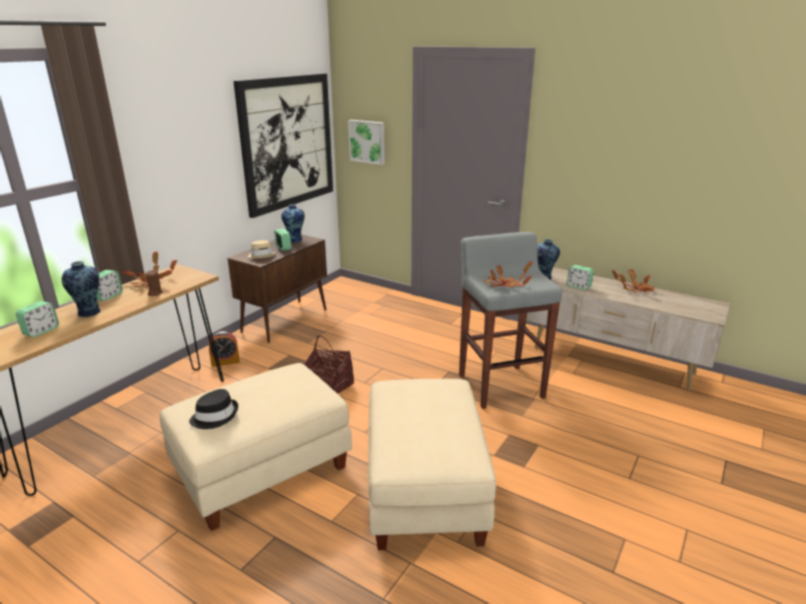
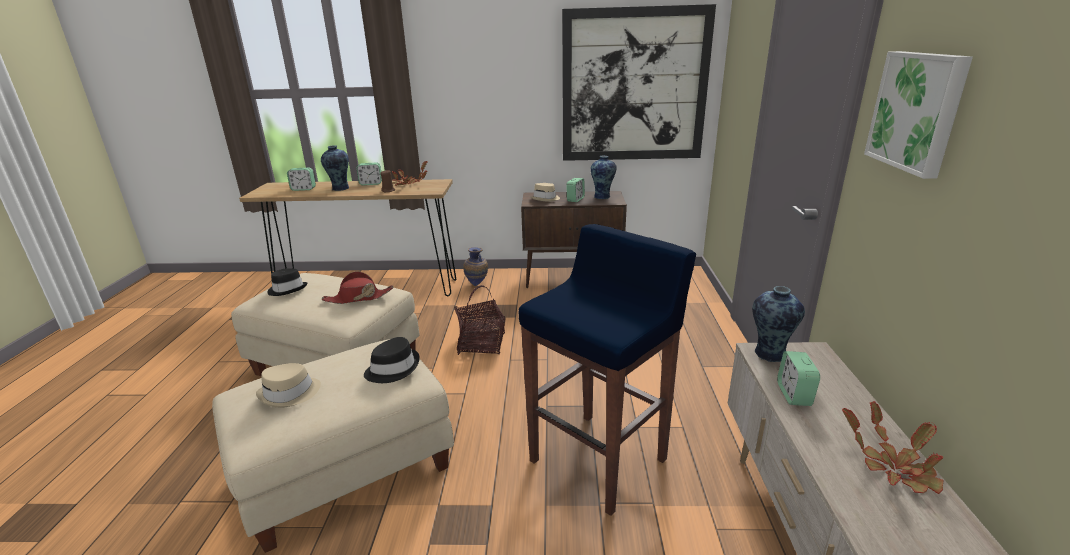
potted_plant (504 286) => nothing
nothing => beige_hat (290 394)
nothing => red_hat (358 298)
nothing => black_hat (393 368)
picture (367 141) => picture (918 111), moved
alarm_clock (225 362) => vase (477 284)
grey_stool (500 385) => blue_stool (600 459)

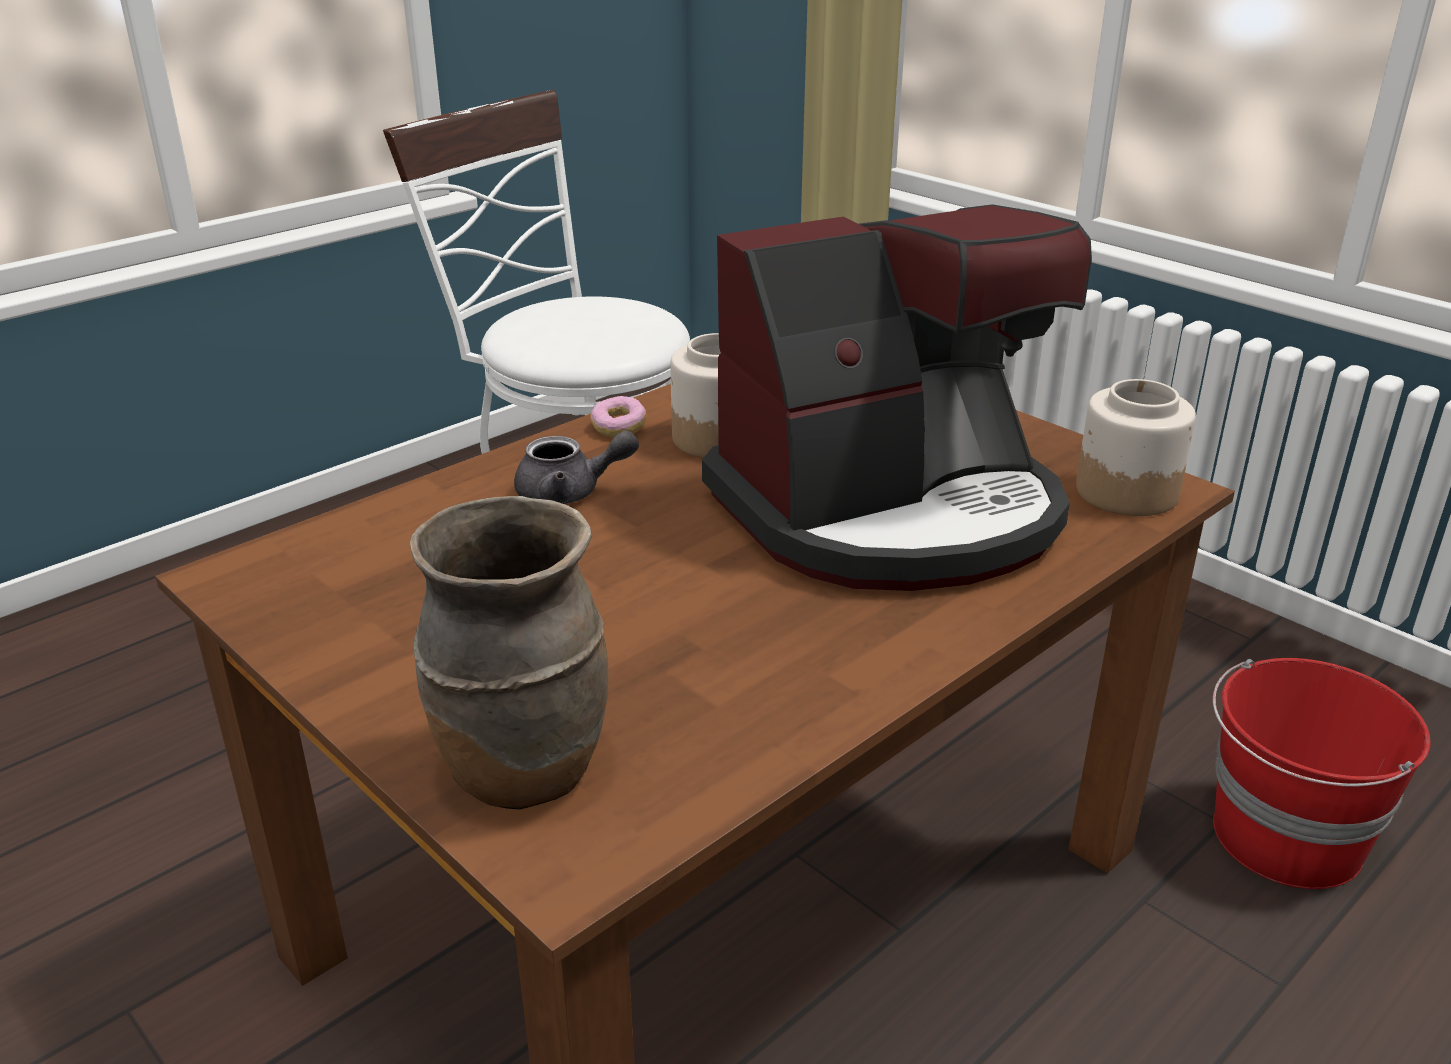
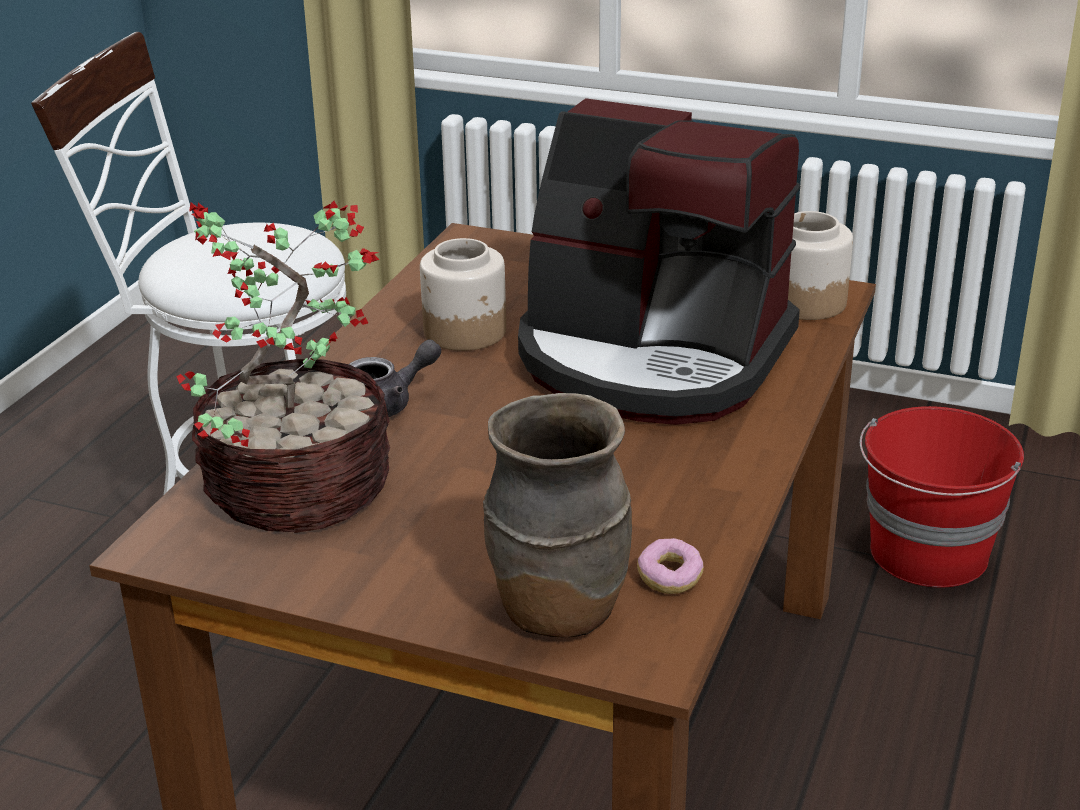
nothing => potted_plant (294 491)
donut (618 428) => donut (669 578), moved
coffee_machine (891 512) => coffee_machine (652 358), 75 degrees clockwise

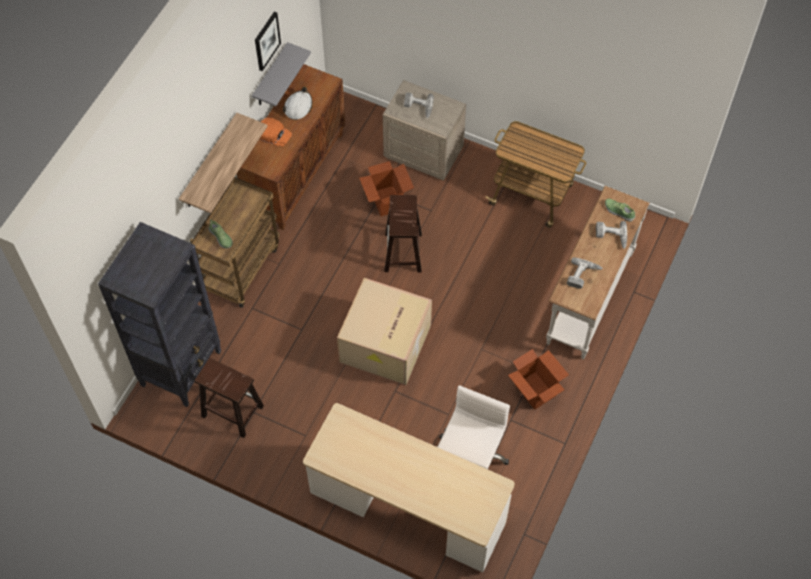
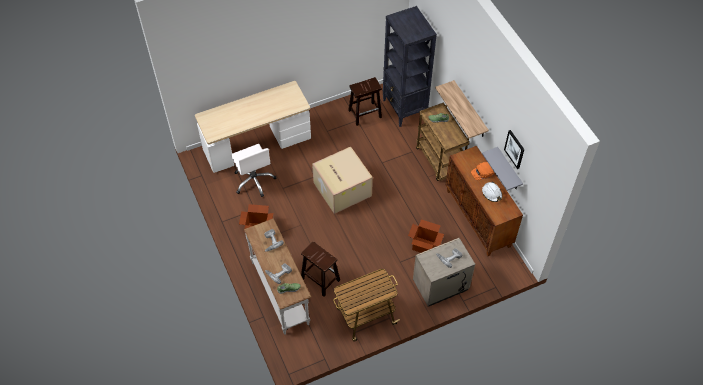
brown_stool (403 253) => brown_stool (319 279), moved

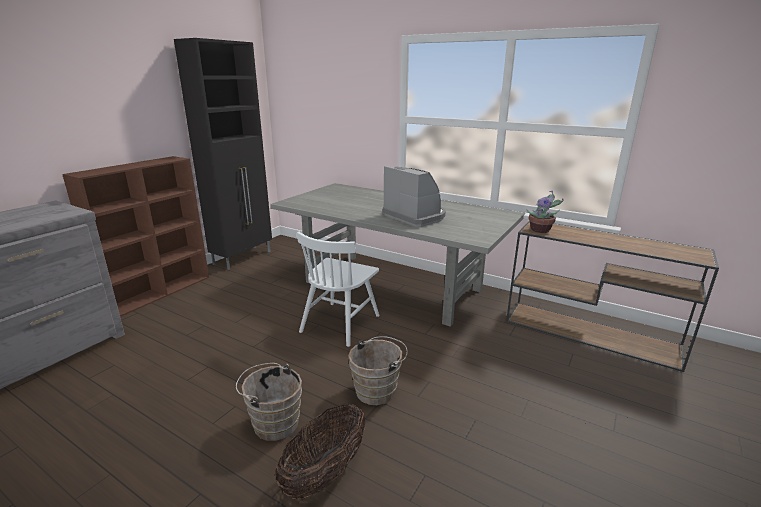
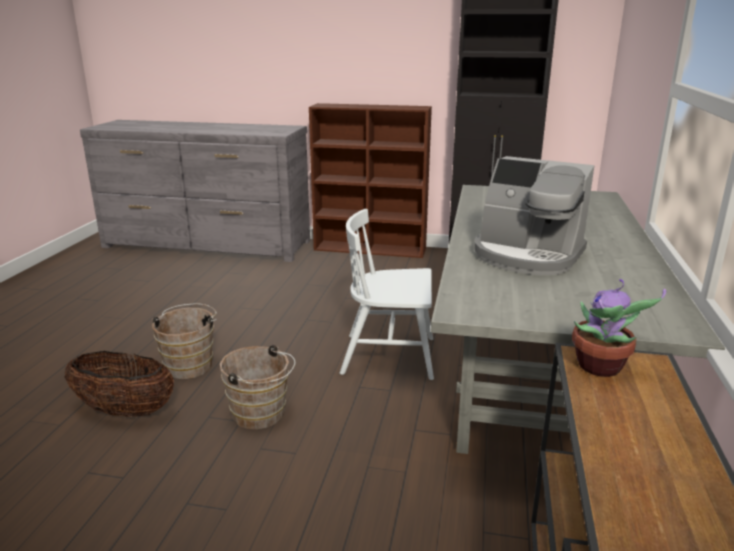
coffee_machine (415 216) => coffee_machine (527 256), 90 degrees clockwise

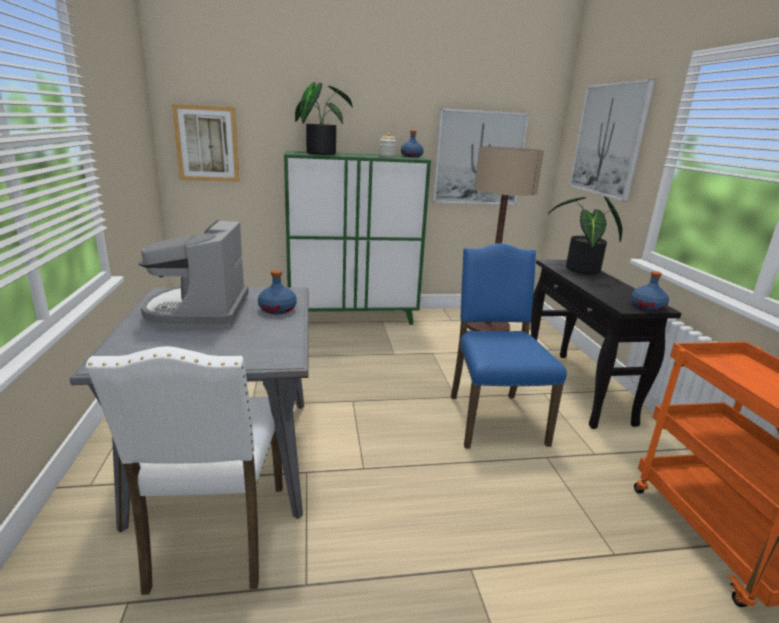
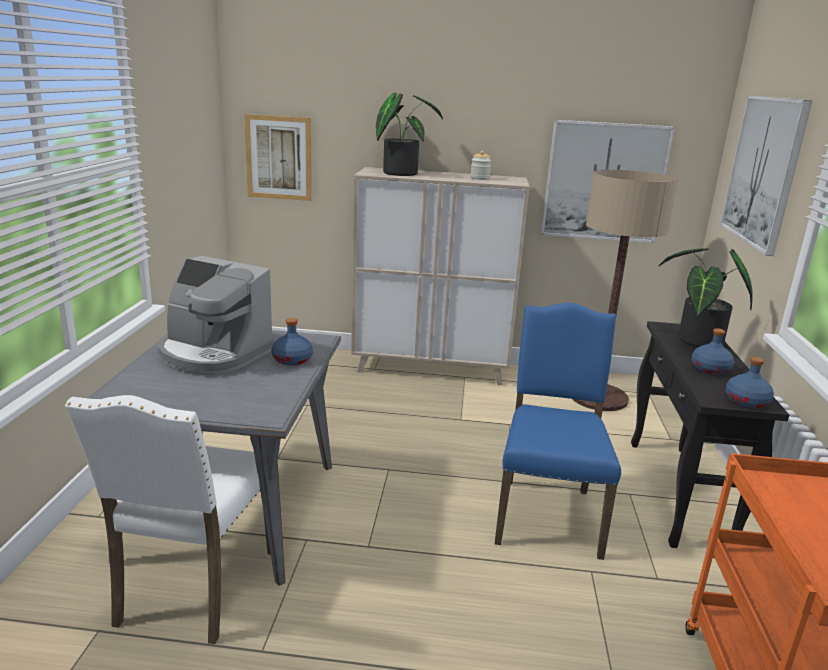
blue_bottle (411 156) => blue_bottle (710 369), moved
green_cabinet (353 317) => beige_cabinet (431 368)
coffee_machine (199 311) => coffee_machine (213 354), 75 degrees counterclockwise

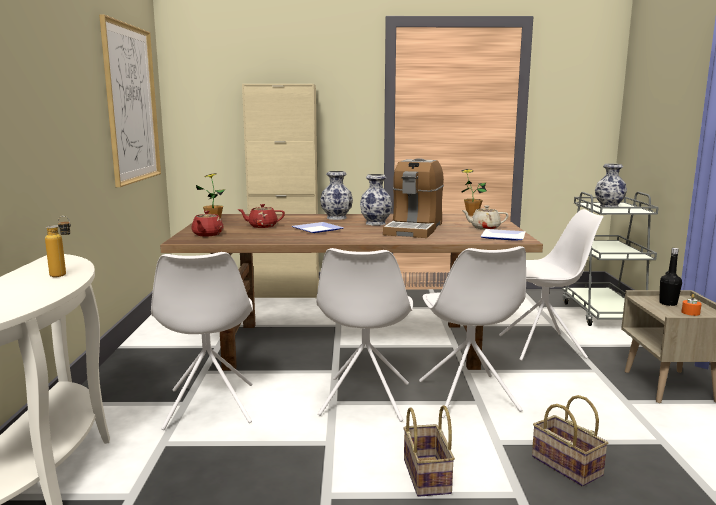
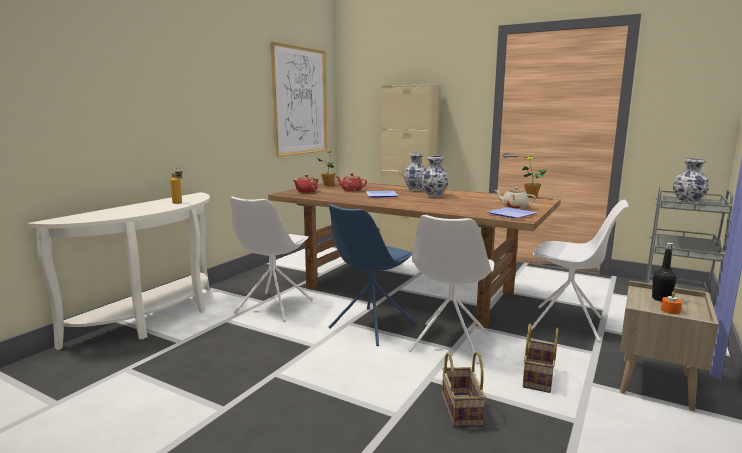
coffee_machine (414 229) => nothing
basket (428 477) => basket (539 379), moved
white_chair (364 400) => blue_chair (371 327)

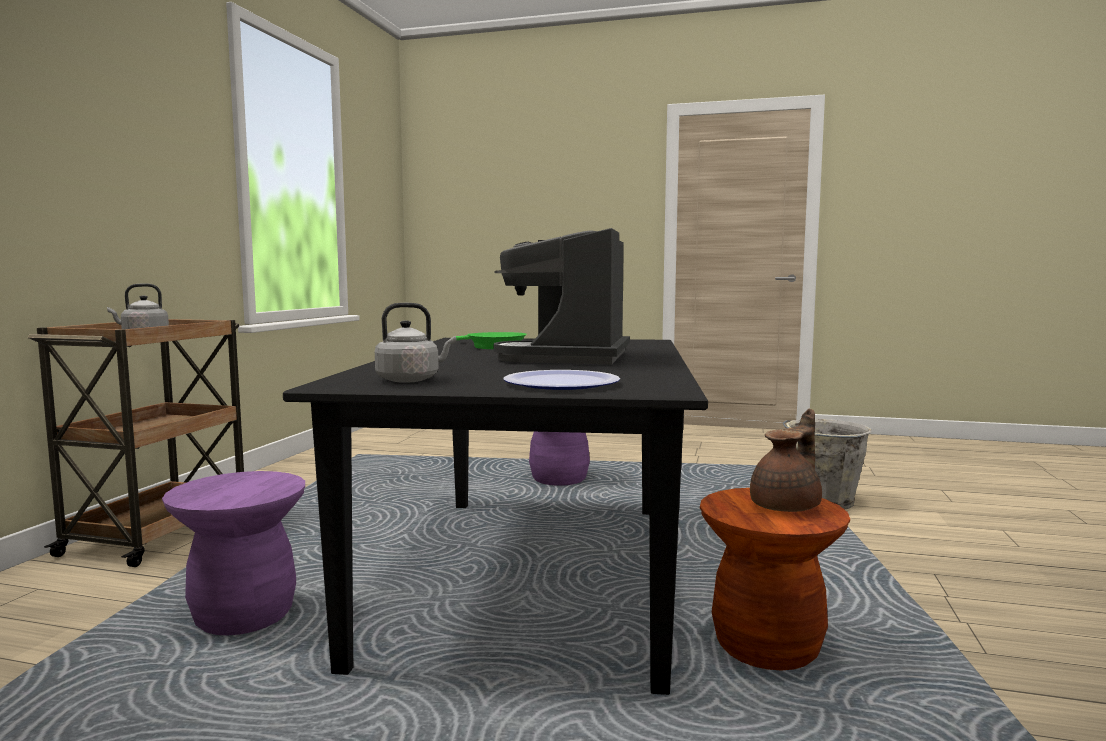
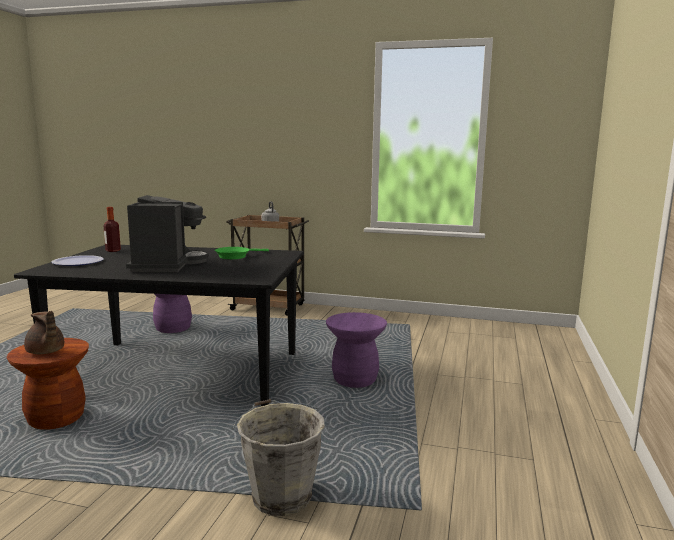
grey_kettle (411 380) => bottle (113 250)
coffee_machine (572 357) => coffee_machine (167 265), 75 degrees clockwise

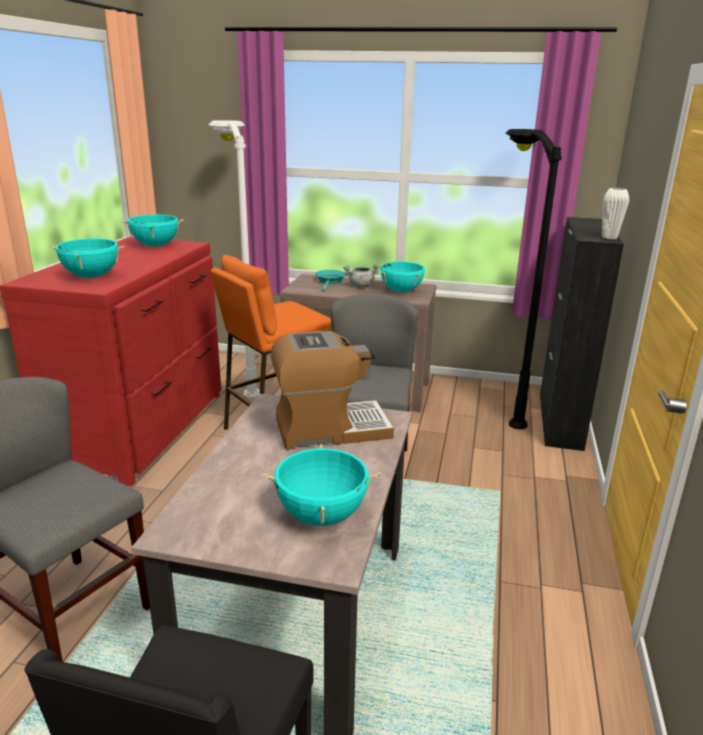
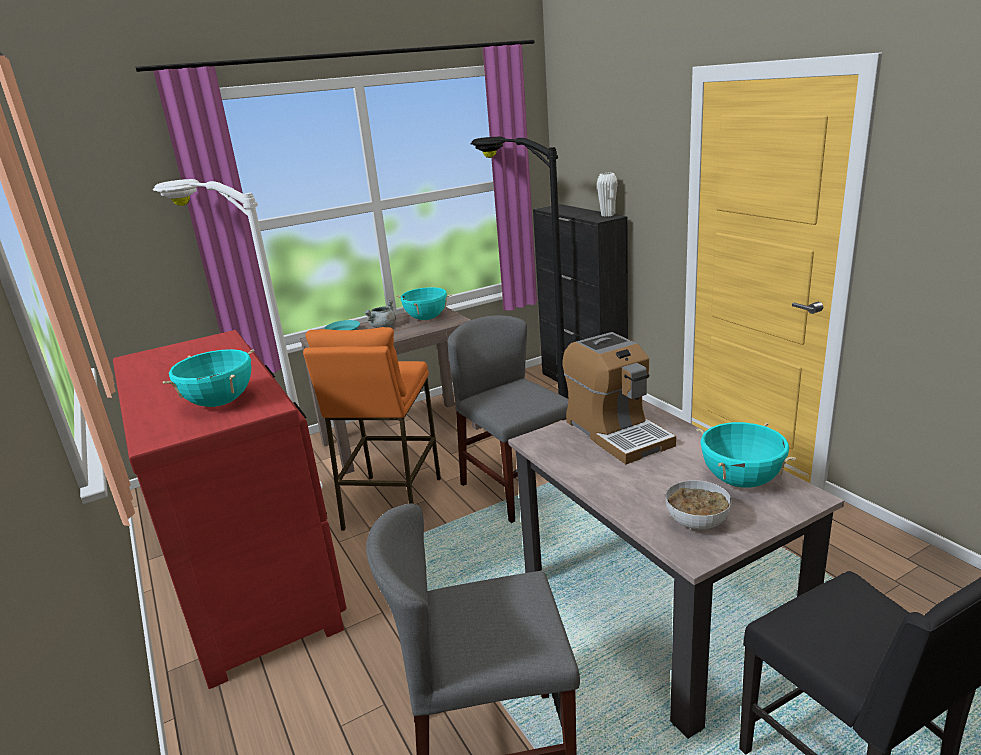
turquoise_cooking_pot (155 246) => nothing
nothing => bowl (698 522)
coffee_machine (330 429) => coffee_machine (617 433), 120 degrees clockwise

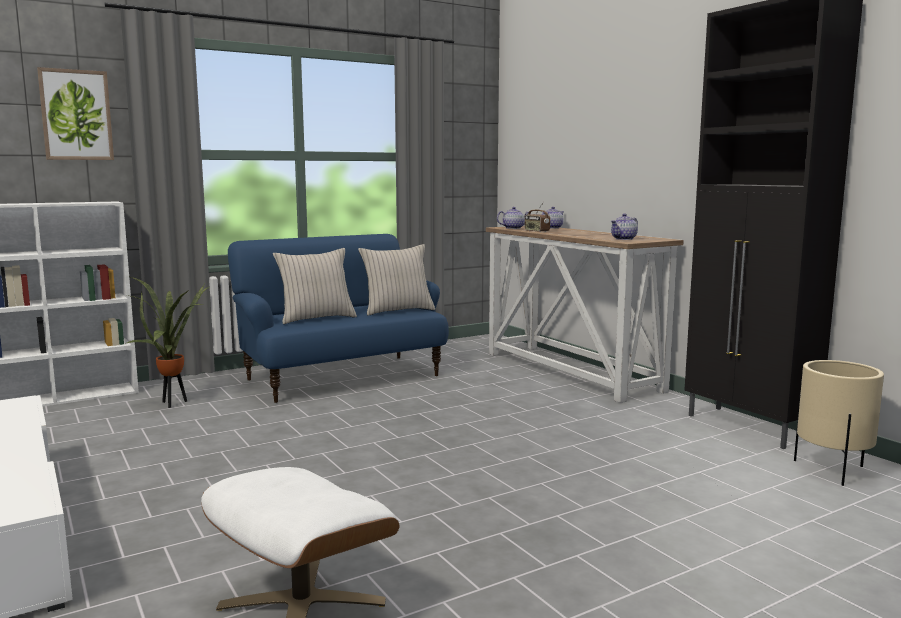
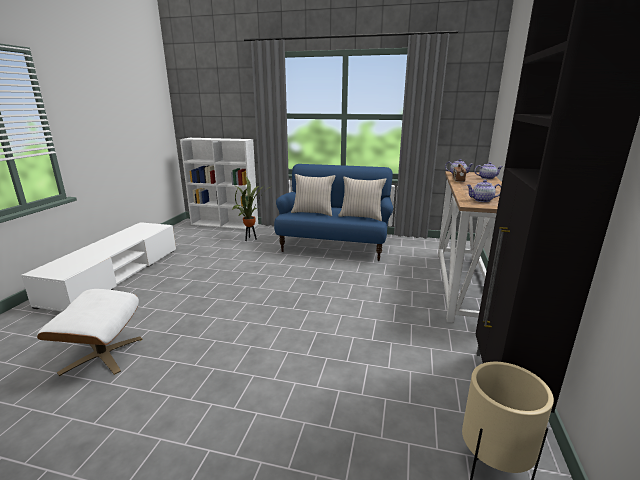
picture (76 115) => nothing

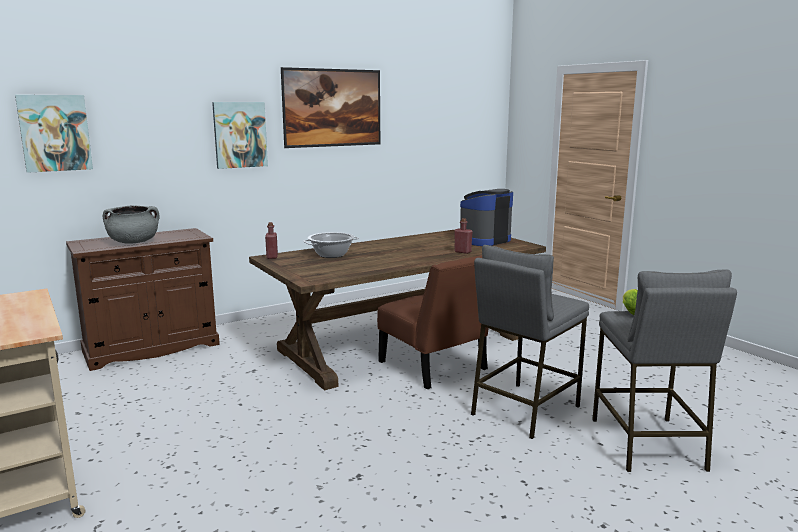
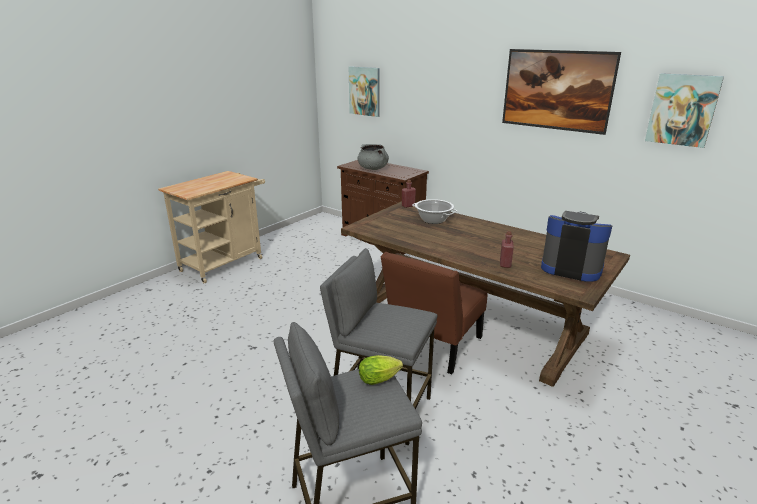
picture (240 135) => picture (682 110), moved

